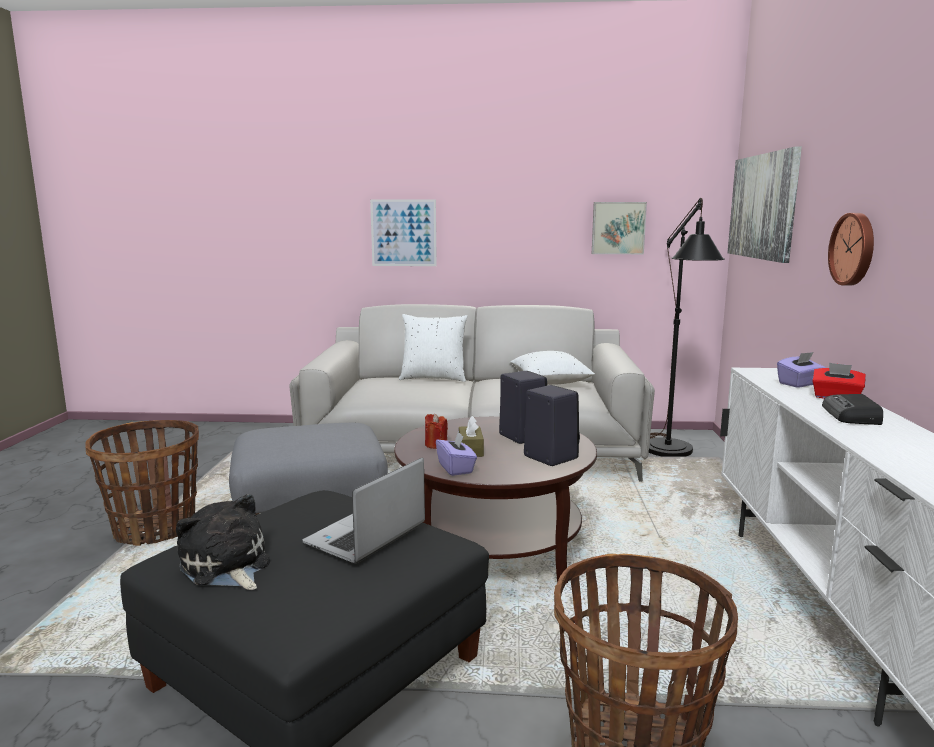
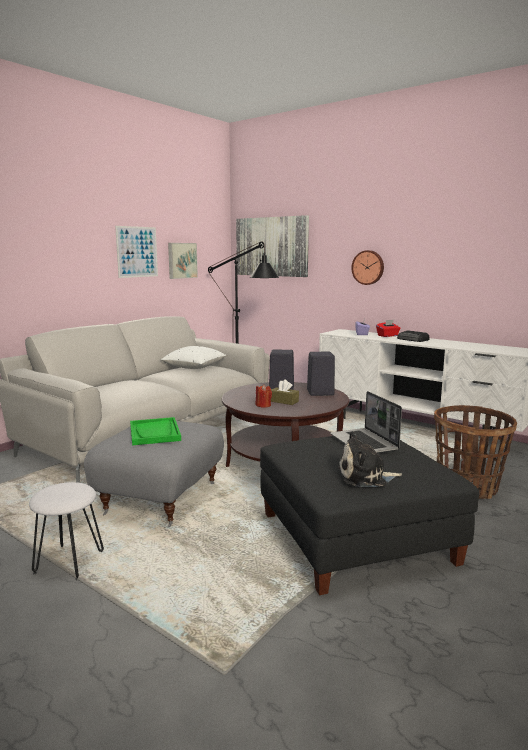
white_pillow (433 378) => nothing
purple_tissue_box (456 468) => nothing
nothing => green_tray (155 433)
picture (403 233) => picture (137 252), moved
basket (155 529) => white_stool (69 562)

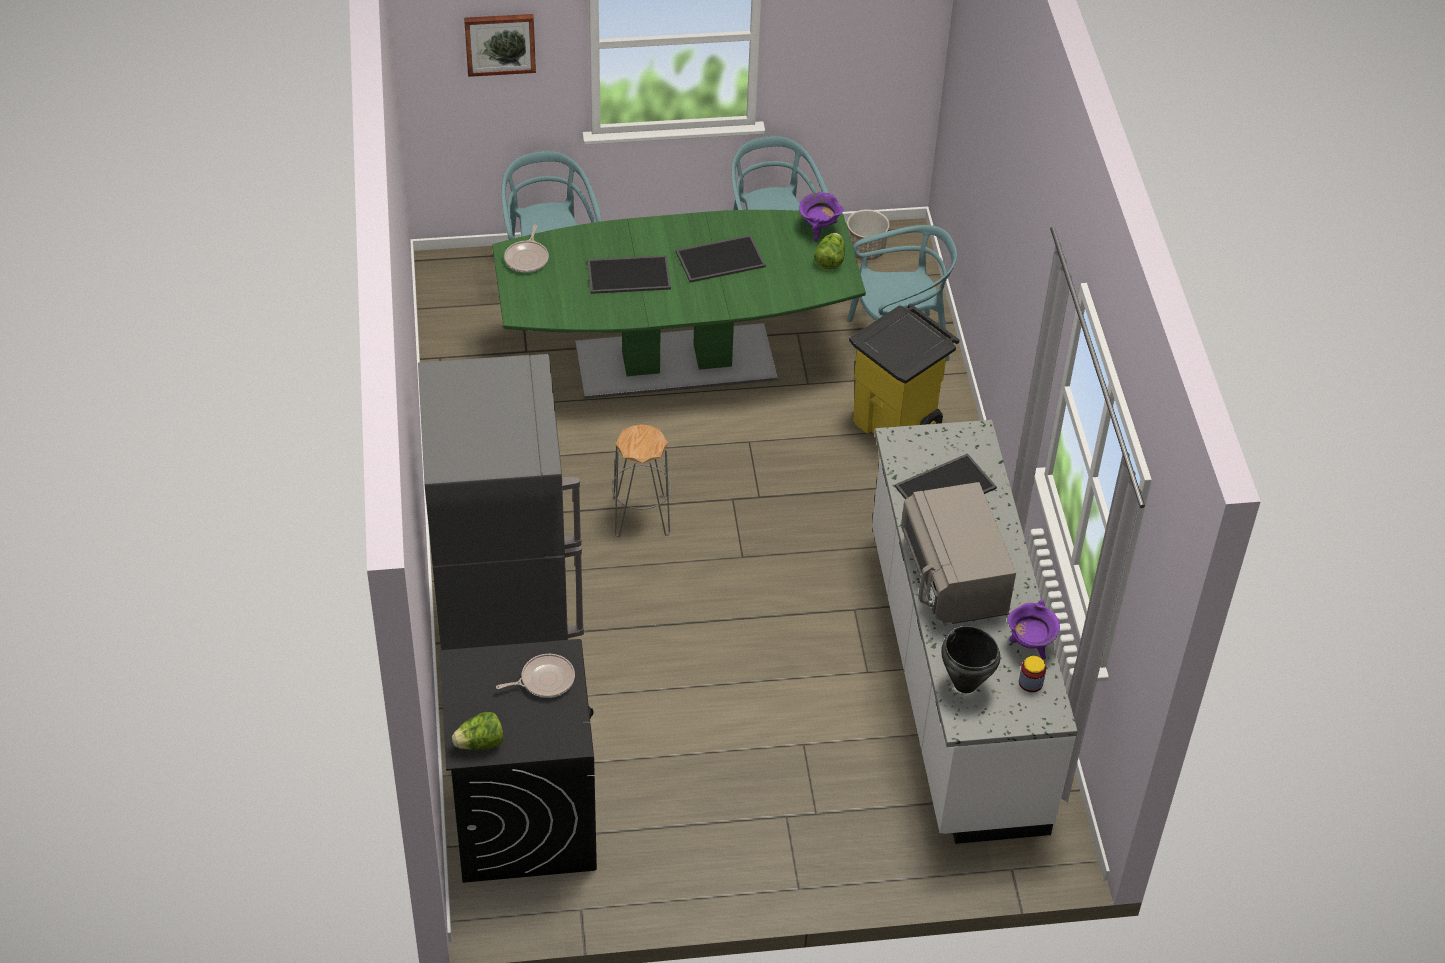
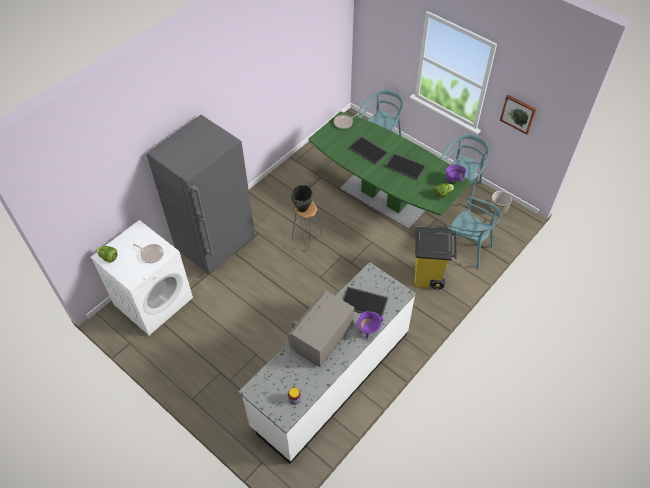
picture (500 43) => picture (518 114), moved
black_cooking_pot (965 683) => black_cooking_pot (303 208), moved
purple_cooking_pot (1030 645) => purple_cooking_pot (368 330), moved
black_washing_machine (524 816) => white_washing_machine (153 300)

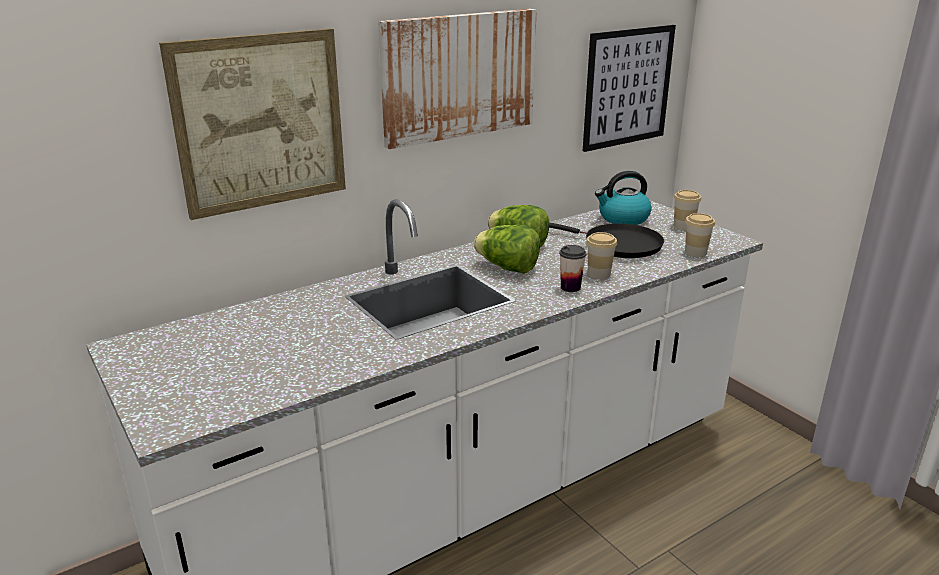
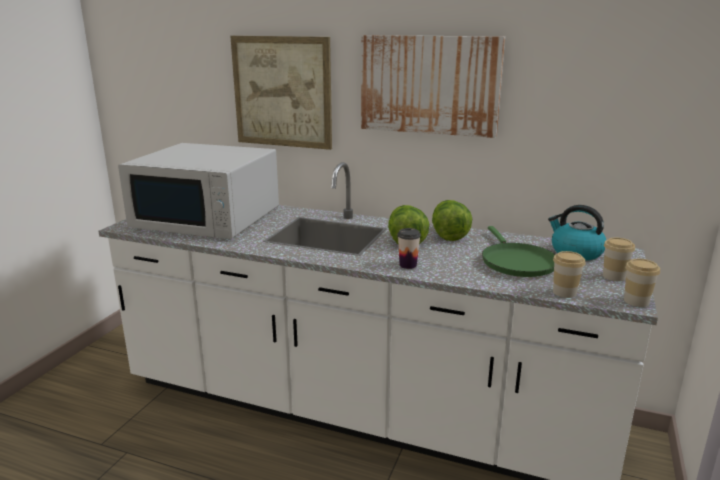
picture (628 87) => nothing
nothing => white_microwave (208 218)
cup (599 274) => cup (636 301), moved
black_frying_pan (617 245) => green_frying_pan (516 262)

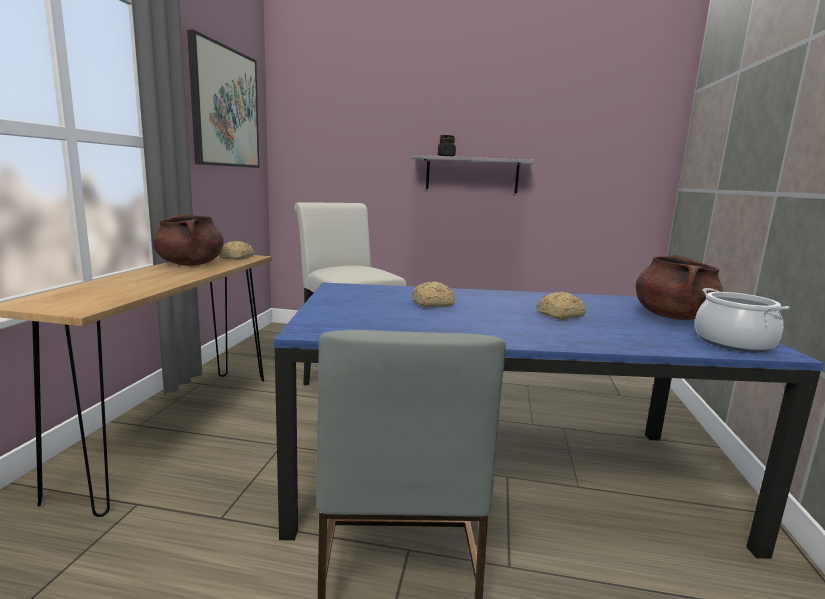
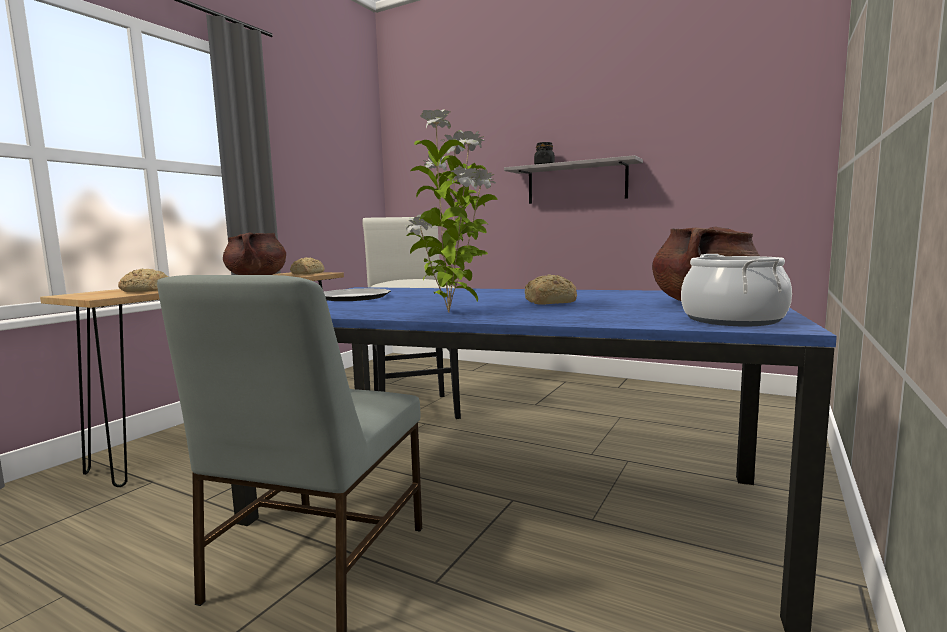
picture (225 108) => nothing
nothing => plate (354 297)
nothing => potted_plant (452 312)
bread (431 304) => bread (145 291), moved

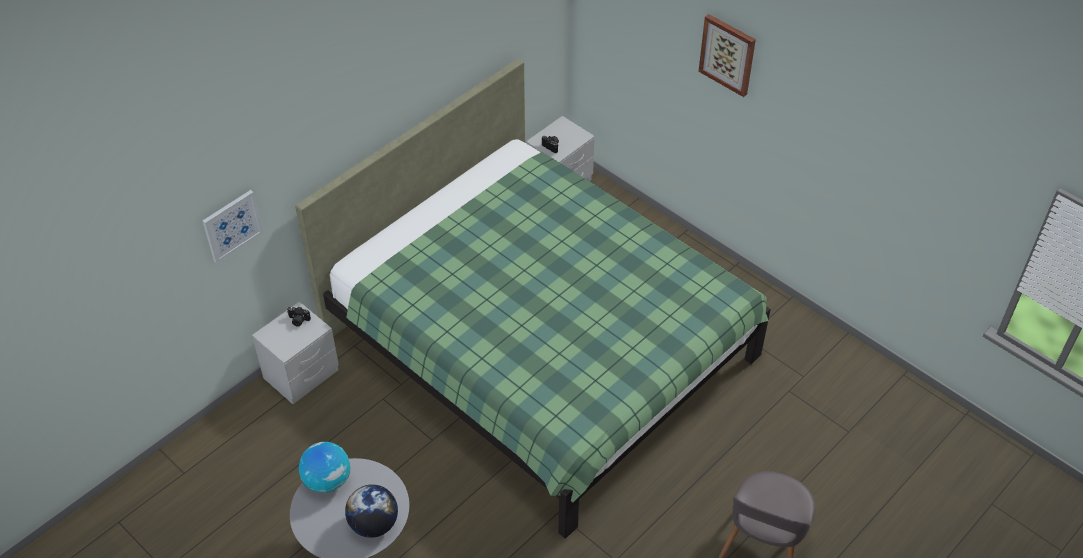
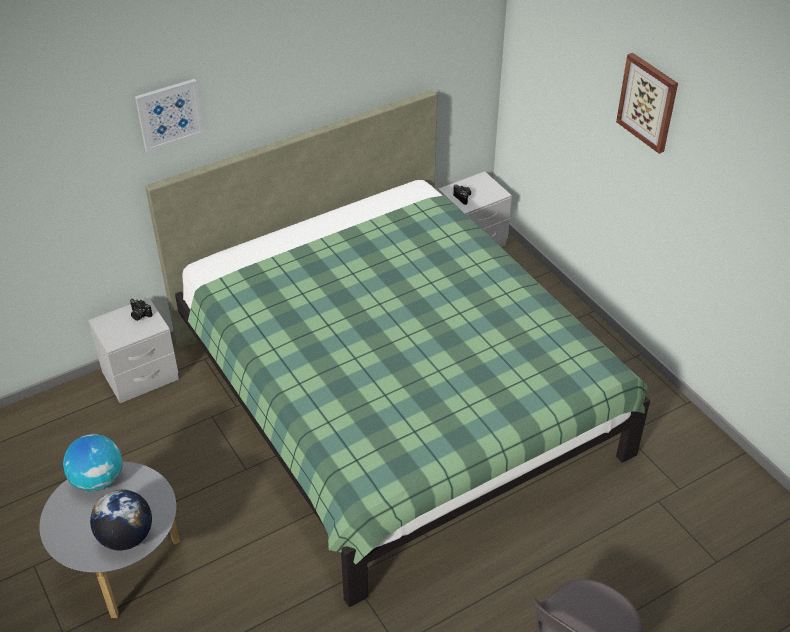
picture (232 225) => picture (169 114), moved

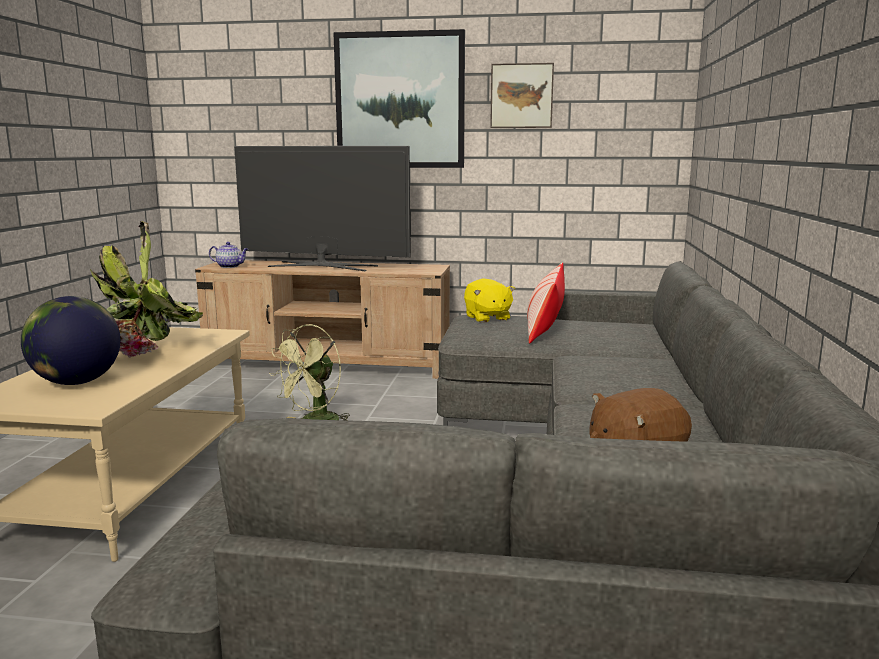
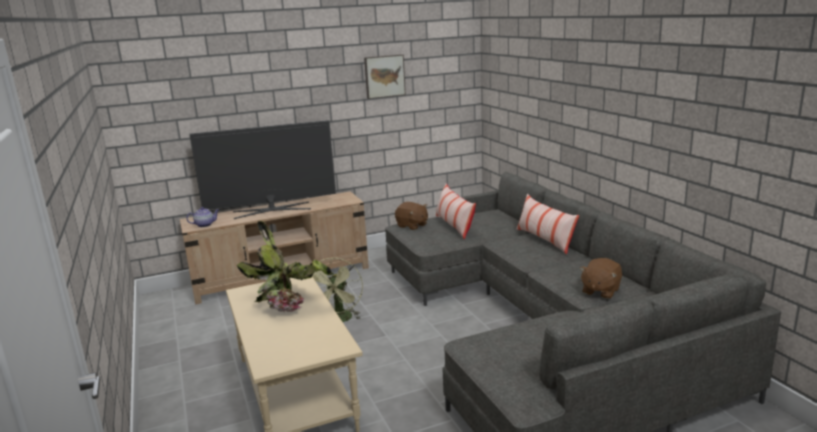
globe (76 382) => nothing
picture (400 101) => nothing
nothing => pillow (544 240)
yellow_plush_toy (487 318) => brown_plush_toy (412 226)

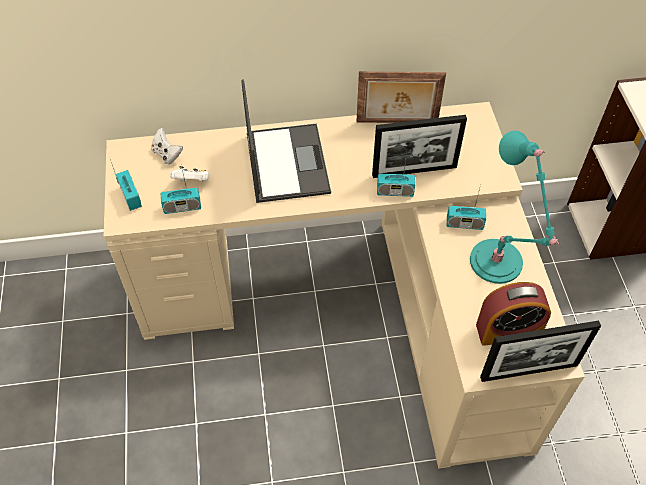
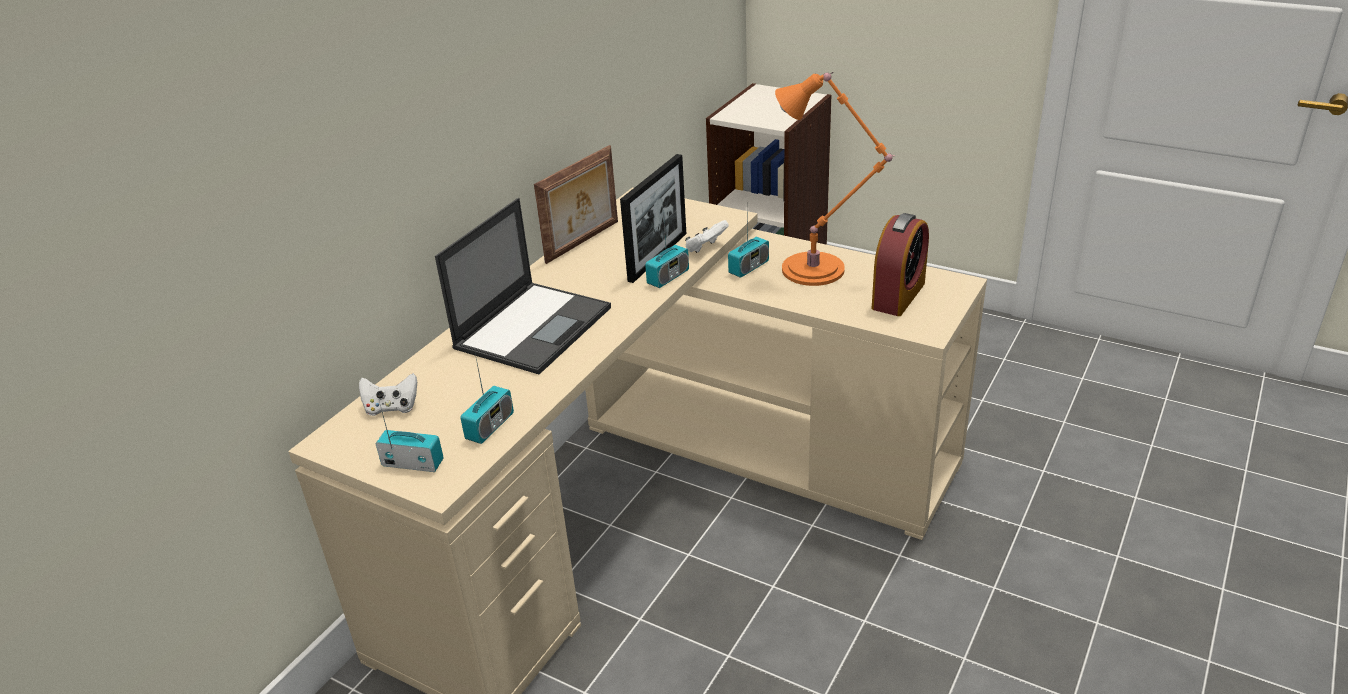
picture_frame (529 371) => nothing
white_game_controller (192 181) => white_game_controller (705 248), moved
turquoise_table_lamp (498 265) => orange_table_lamp (818 270)
laptop (286 162) => laptop (534 327), 90 degrees clockwise

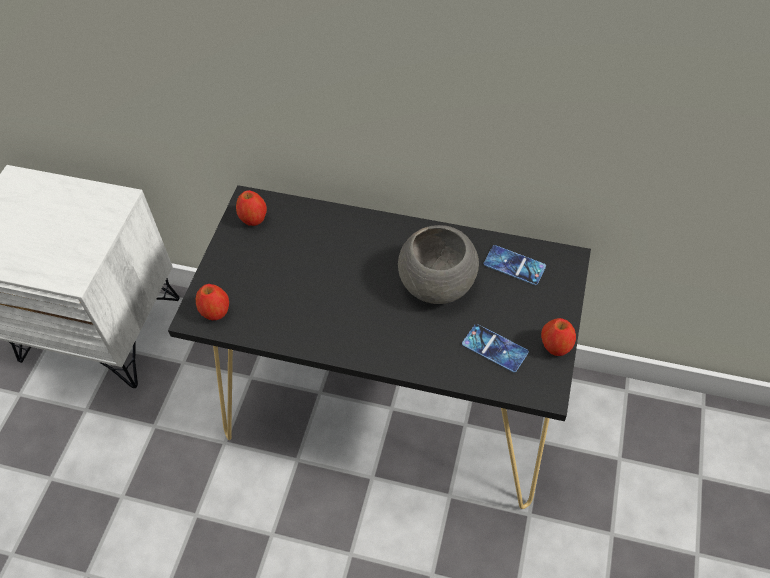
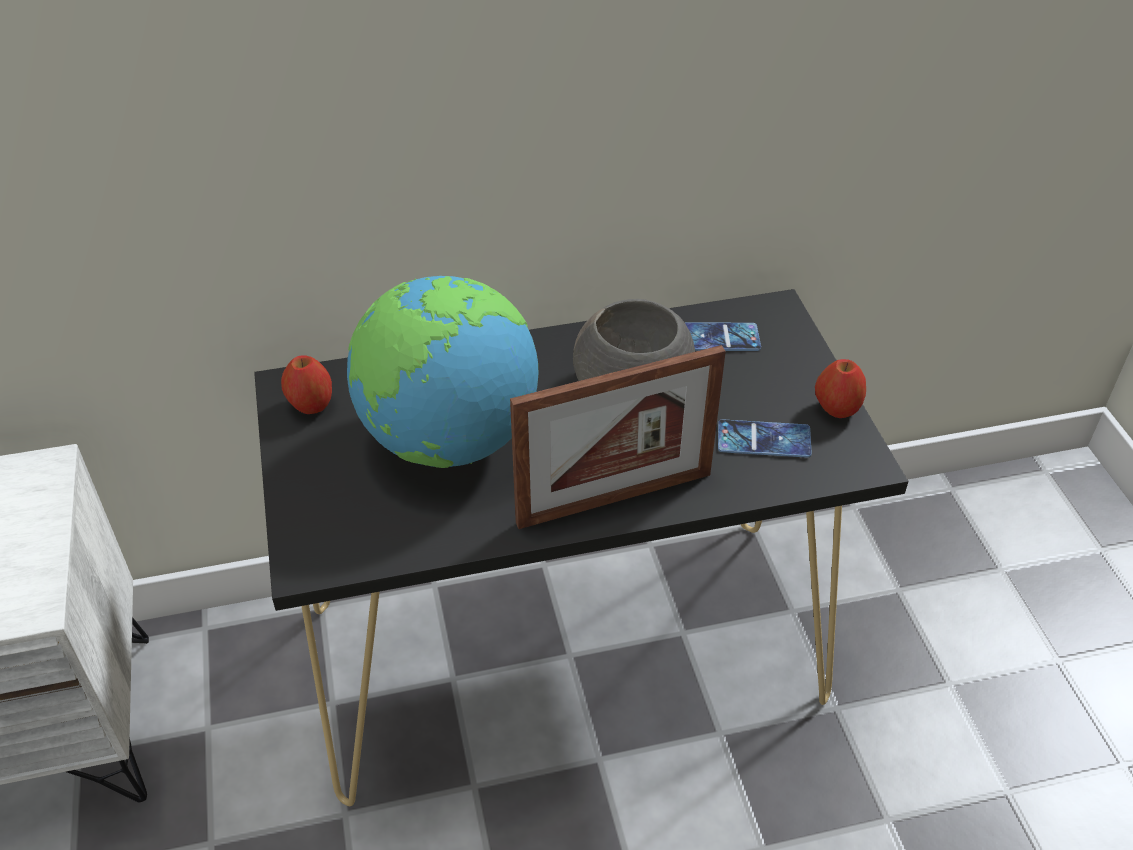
apple (215 312) => nothing
nothing => globe (448 439)
nothing => picture_frame (614 498)

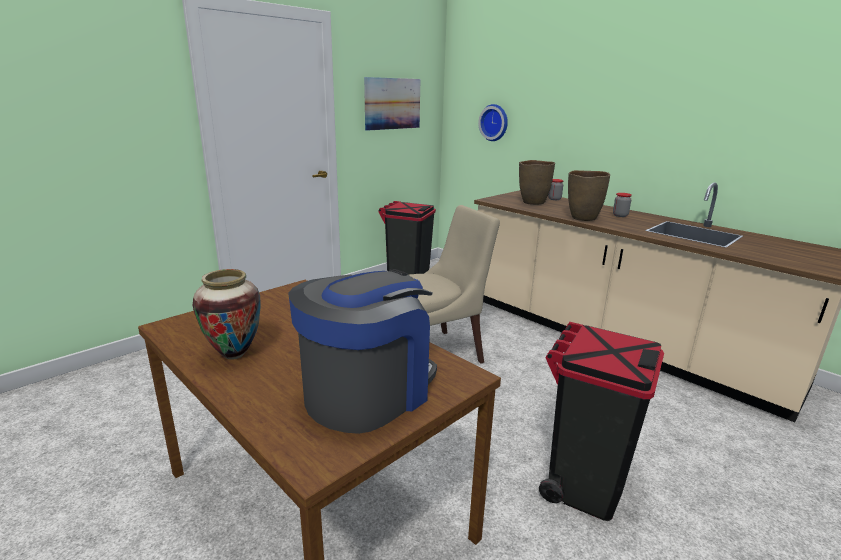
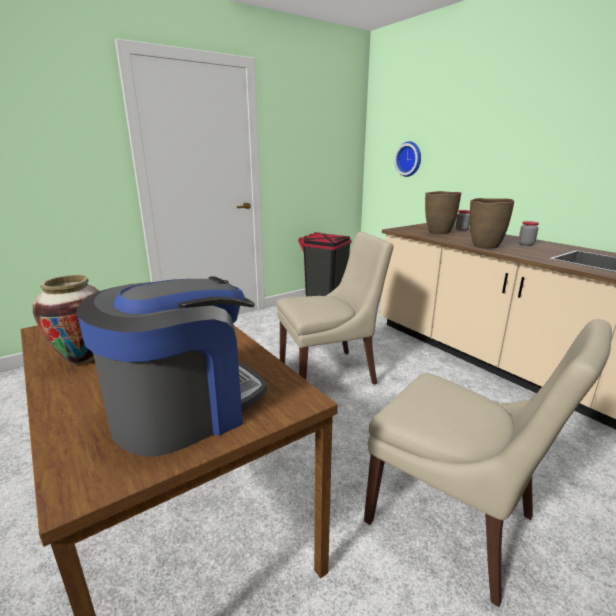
picture (392 103) => nothing
black_trash_can (584 484) => beige_chair (455 522)

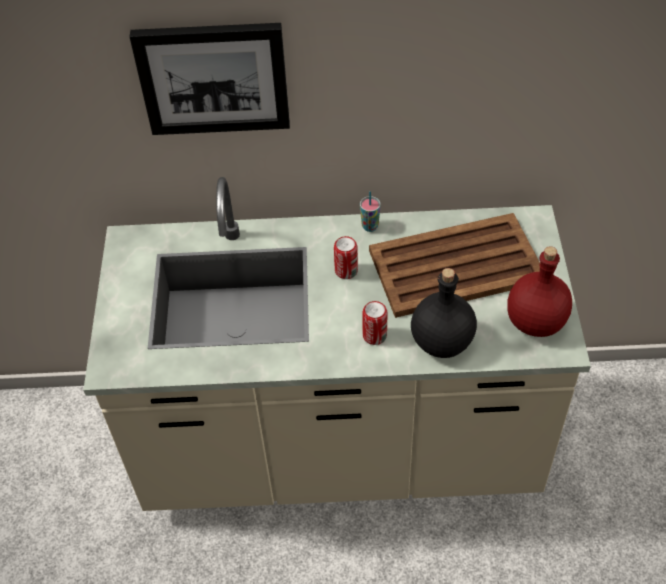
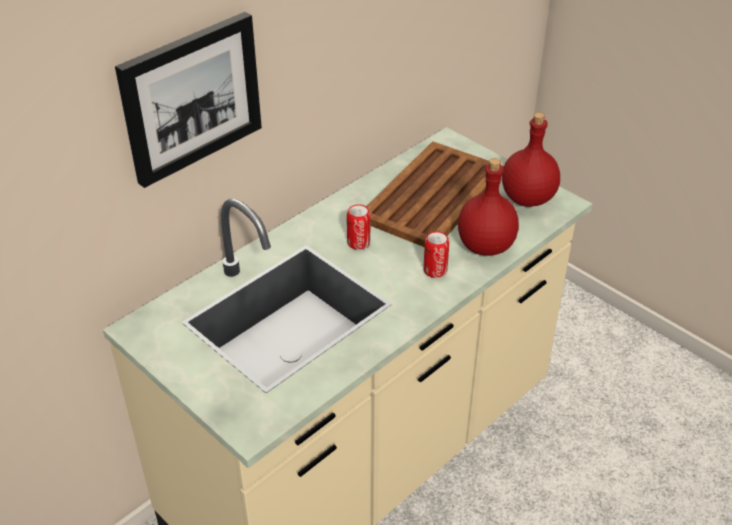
cup (370 226) => nothing
black_bottle (440 342) => red_bottle (485 247)

